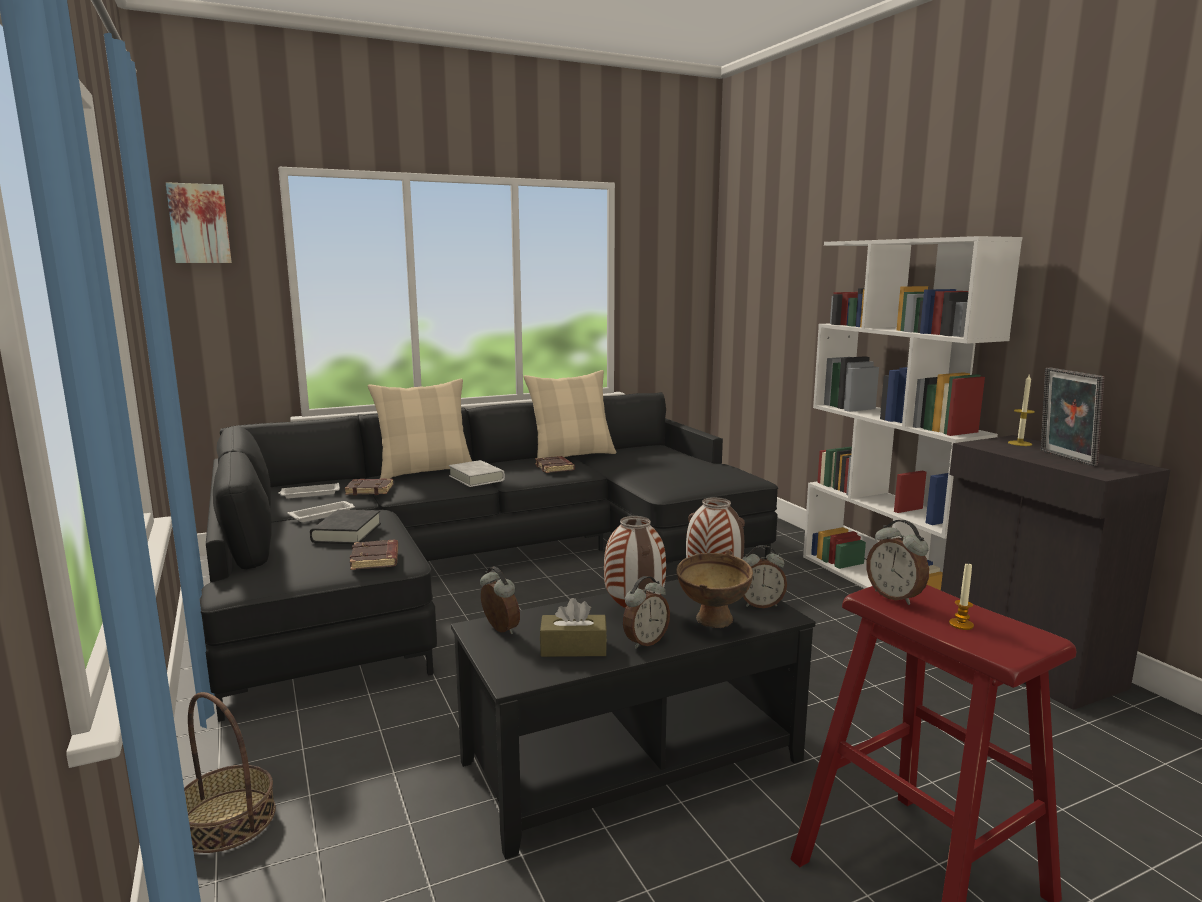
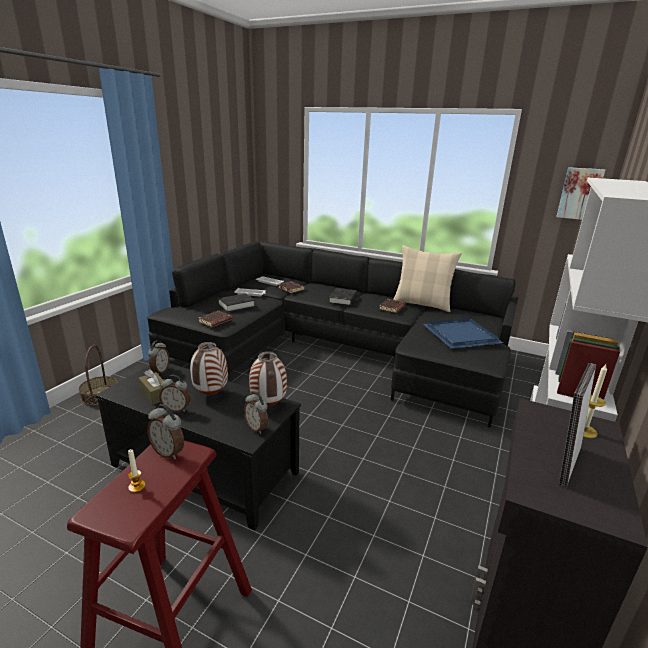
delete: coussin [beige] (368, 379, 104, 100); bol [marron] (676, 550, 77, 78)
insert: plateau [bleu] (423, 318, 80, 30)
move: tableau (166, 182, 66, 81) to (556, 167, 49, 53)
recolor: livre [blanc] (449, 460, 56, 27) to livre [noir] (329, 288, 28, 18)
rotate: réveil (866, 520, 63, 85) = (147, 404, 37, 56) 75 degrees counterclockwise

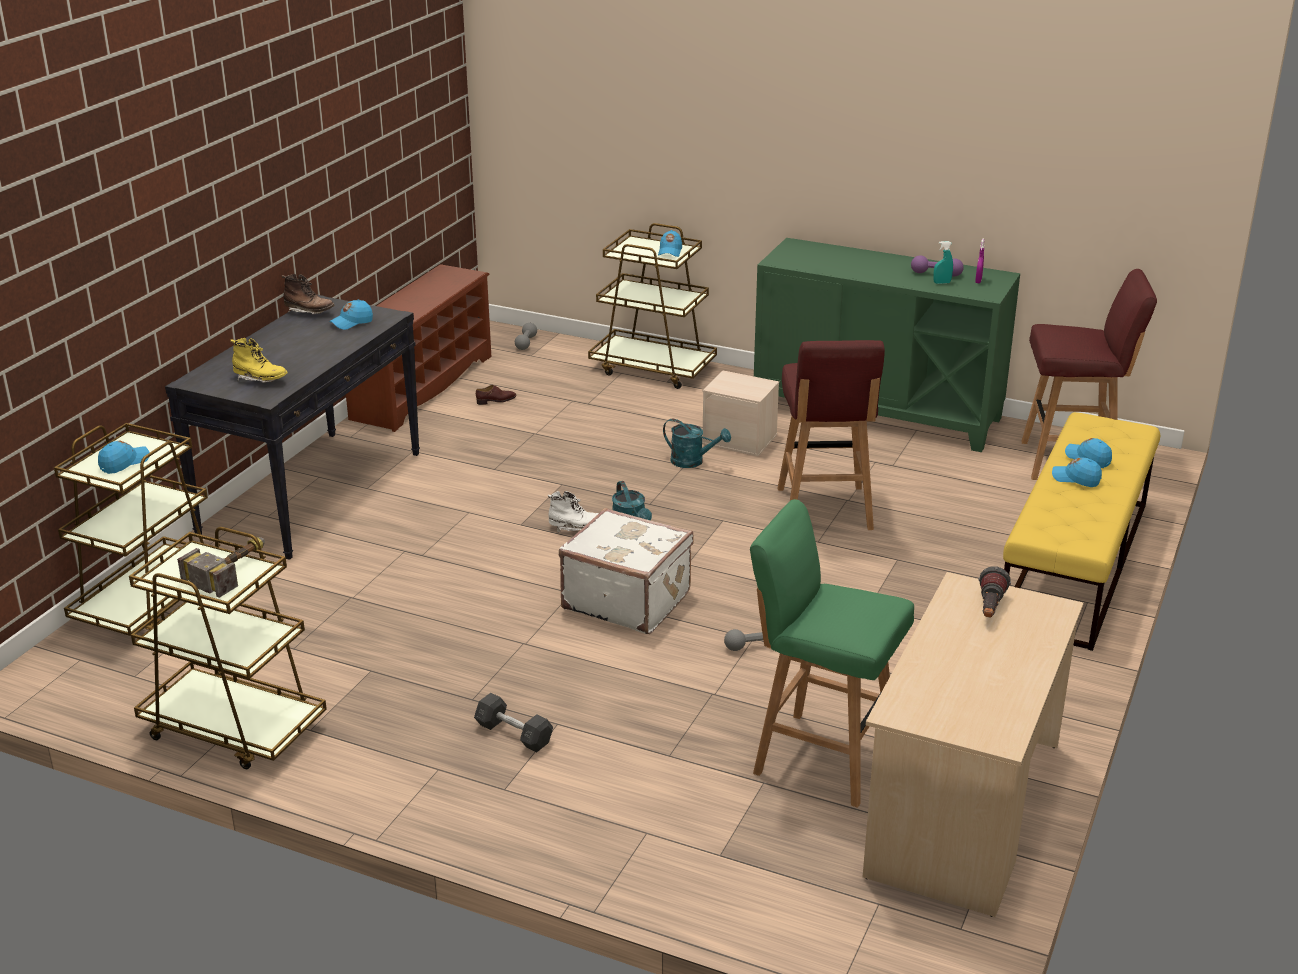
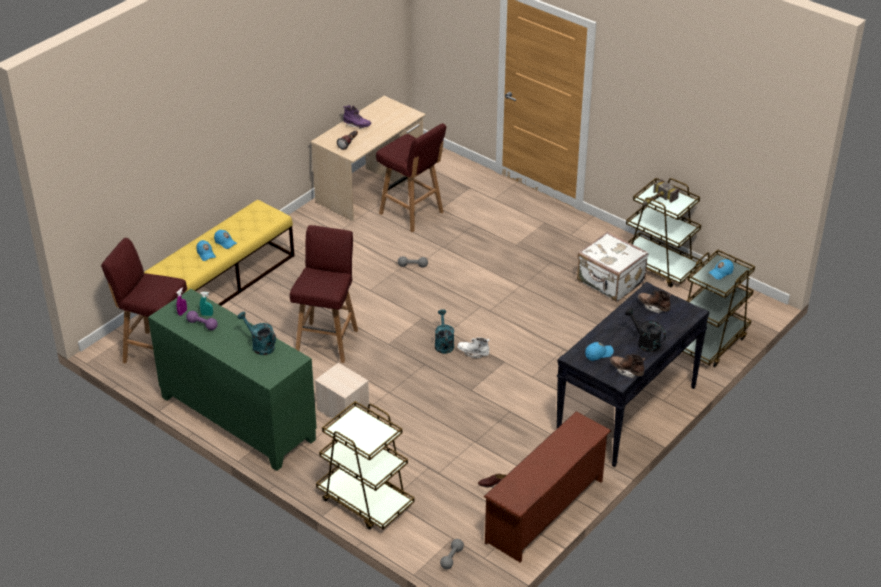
delete: haltère [gris] (474, 693, 79, 60); casquette [bleu] (658, 230, 24, 27)
insert: botte [violet] (343, 105, 28, 24); arrosoir [noir] (625, 308, 41, 44)
move: valise [blanc] (559, 508, 135, 126) to (577, 232, 71, 70); arrosoir [turquoise] (663, 419, 68, 49) to (238, 312, 38, 43)
recolor: botte [jaune] (230, 338, 58, 45) to botte [marron] (638, 290, 33, 23); tabouret [vert] (750, 499, 164, 309) to tabouret [rouge] (376, 123, 70, 109)

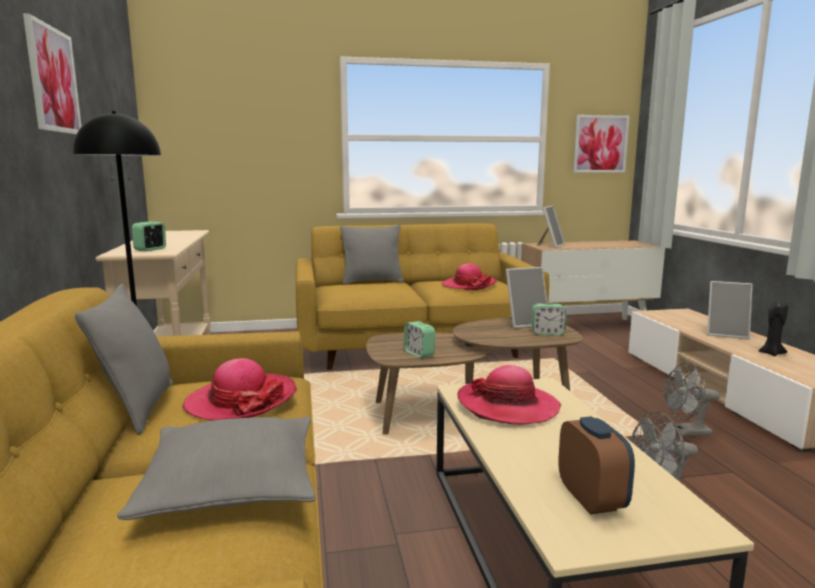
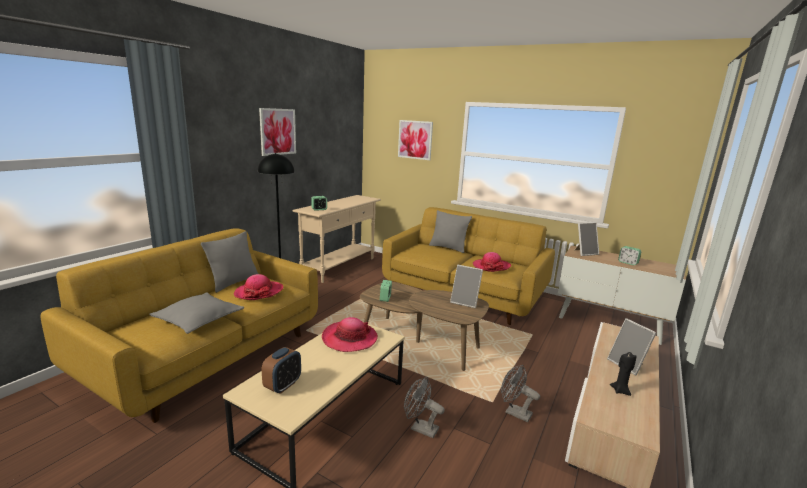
move: réveil (531, 304, 35, 31) to (618, 246, 23, 19); tableau (573, 115, 57, 58) to (398, 120, 35, 40)

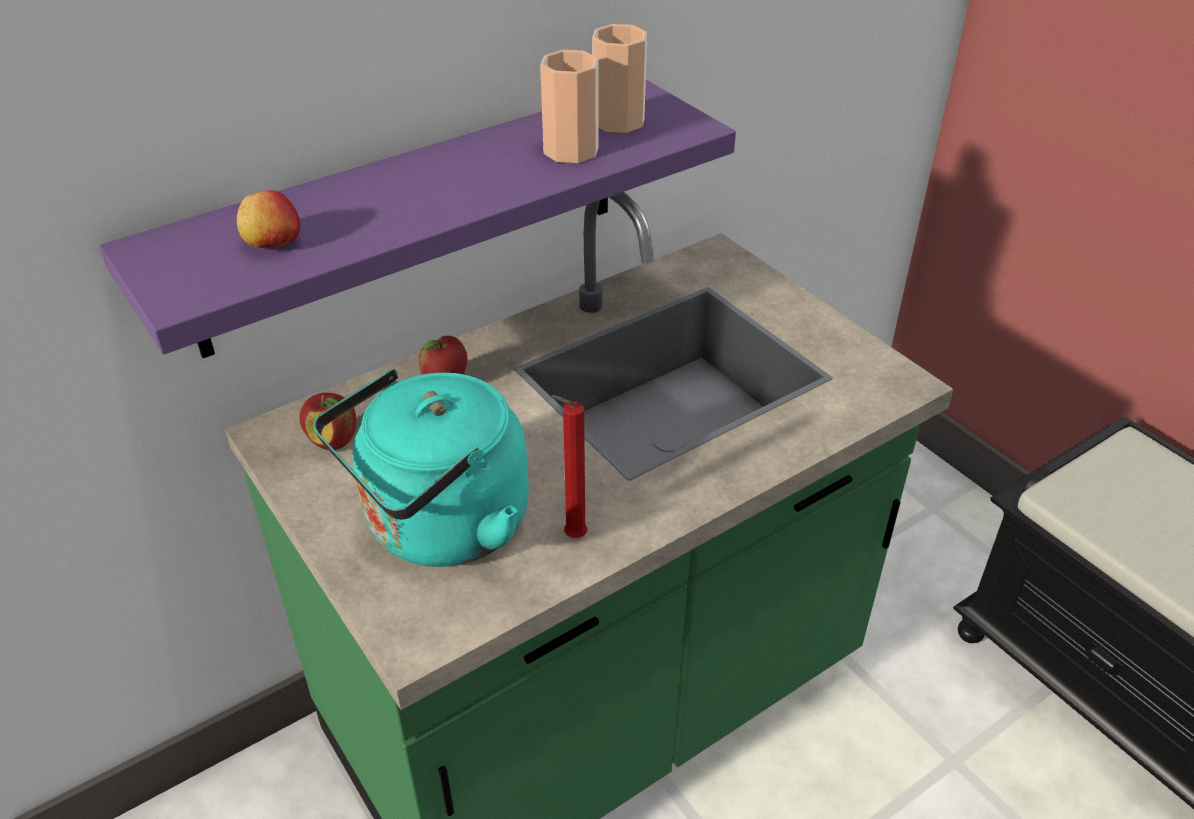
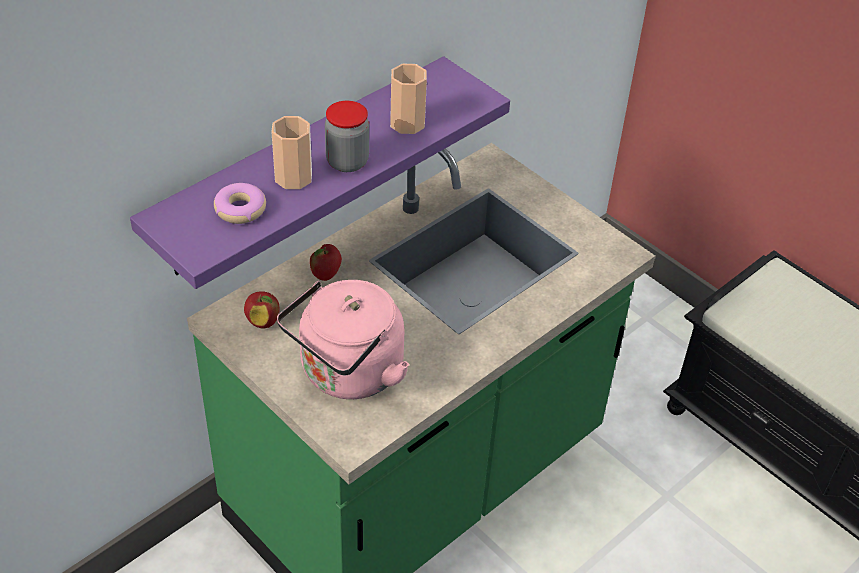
delete: bougie [rouge] (552, 395, 36, 143)
insert: bocal (325, 101, 44, 71)
move: tasse (592, 24, 55, 109) to (272, 116, 40, 73)
replace: pomme (237, 190, 63, 58) to beignet (214, 183, 52, 41)
recolor: bouilloire [turquoise] (314, 369, 215, 198) to bouilloire [rose] (277, 280, 132, 119)

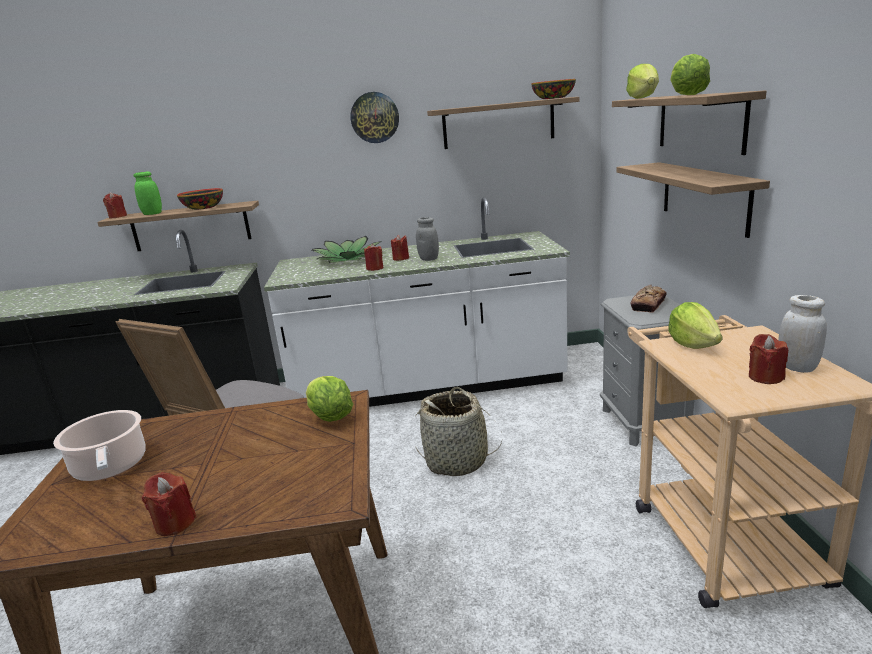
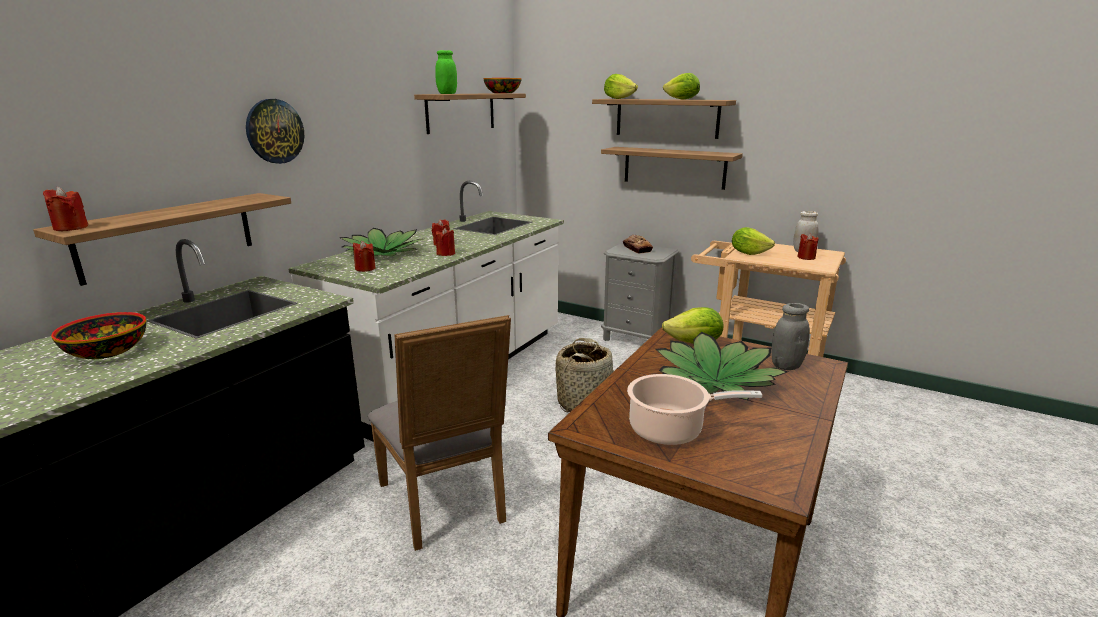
insert: plante en pot (656, 332, 132, 68)
move: bocal [vert] (134, 171, 28, 44) to (435, 50, 22, 44); bougie [rouge] (142, 472, 54, 64) to (353, 241, 22, 31); bol (177, 188, 46, 22) to (51, 312, 95, 47); horloge murale (350, 92, 49, 51) to (246, 99, 58, 65); bocal [gris] (416, 217, 23, 44) to (771, 303, 39, 67)

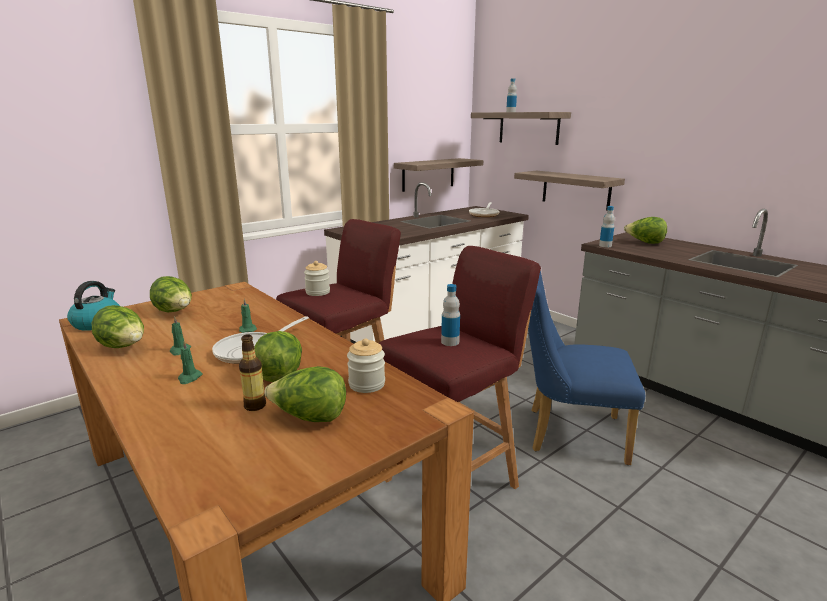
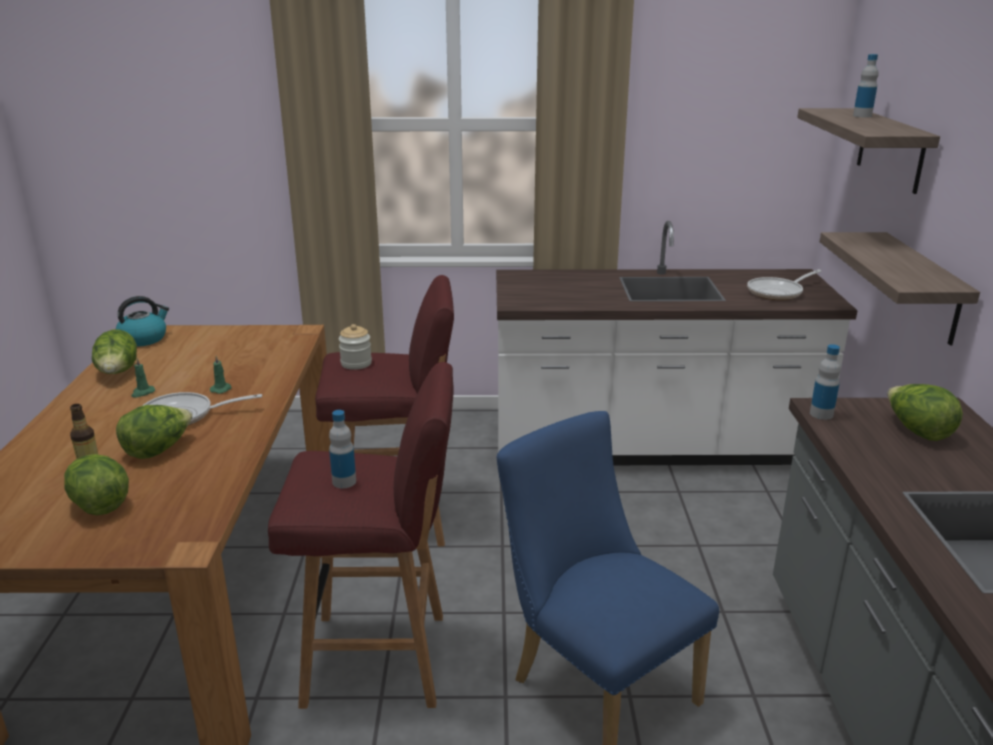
delete: laitue (150, 276, 42, 36); bougie [vert] (178, 341, 24, 43); bocal (347, 338, 38, 55); étagère (394, 158, 89, 34)

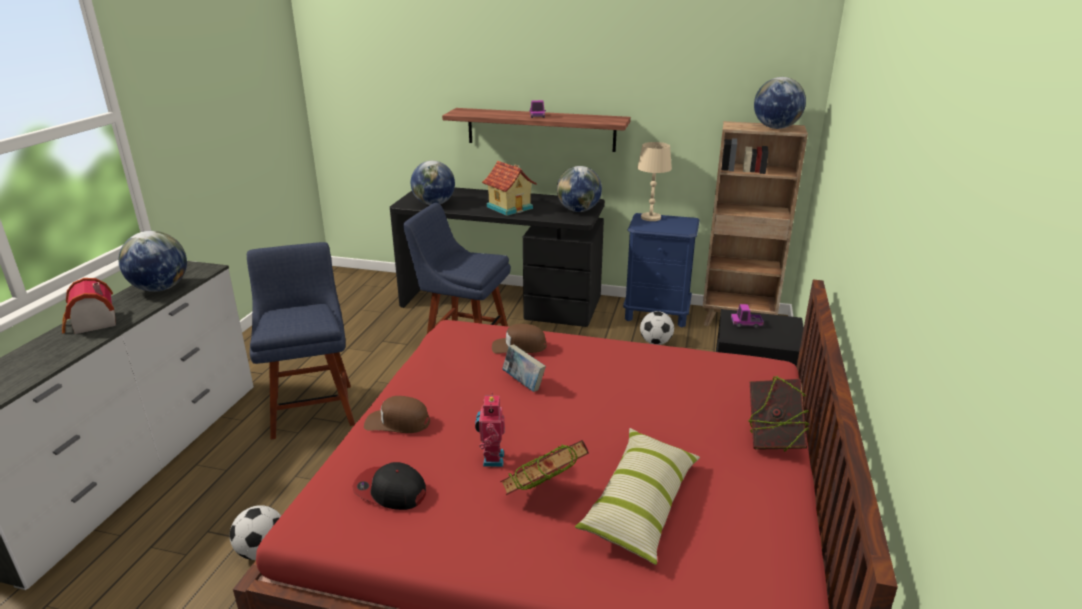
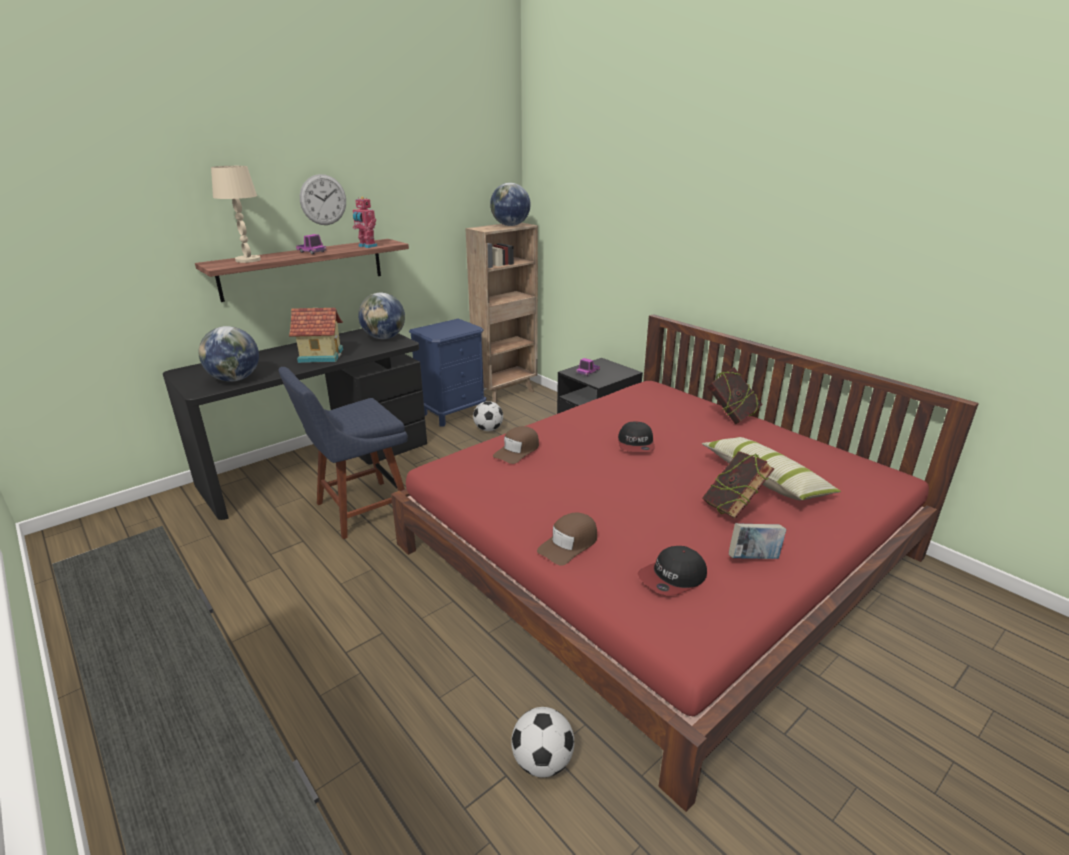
delete: maison miniature (62, 278, 54, 56); globe (119, 231, 68, 61); chaise [bleu] (247, 242, 108, 197)
insert: horloge murale (300, 174, 46, 51); casquette (618, 421, 37, 31)
move: robot jouet (475, 393, 30, 74) to (353, 197, 24, 51); livre (502, 344, 44, 48) to (729, 523, 57, 36); lampe de table [beige] (638, 142, 34, 79) to (211, 166, 50, 97)

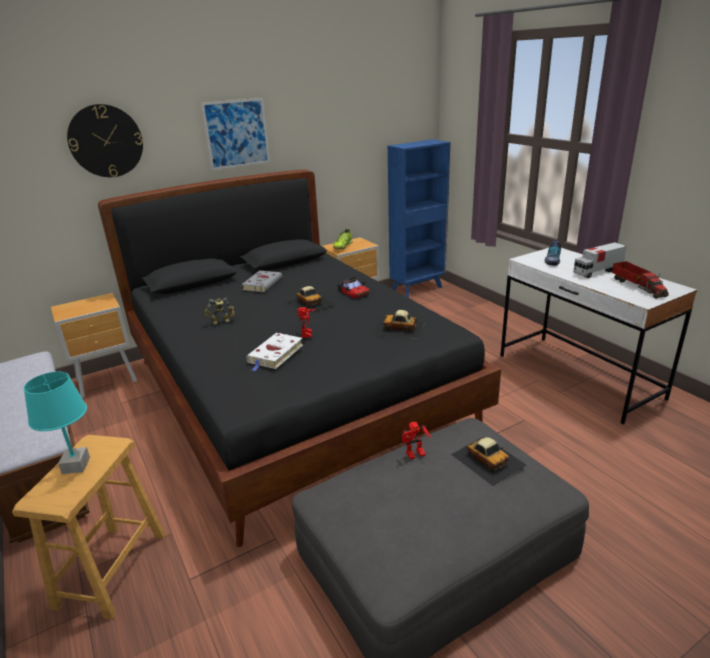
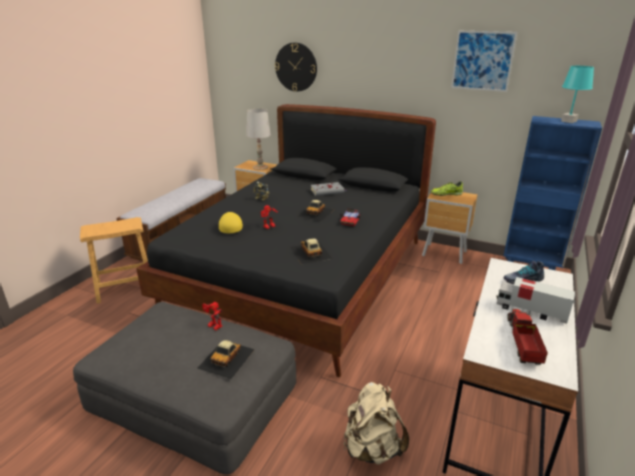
insert: lampe de table [blanc] (246, 109, 25, 61); sac à dos [beige] (343, 382, 66, 83)
move: lampe de table [turquoise] (24, 372, 66, 102) to (561, 66, 33, 57); tableau (201, 98, 69, 72) to (451, 31, 66, 61)
replace: livre [blanc] (246, 333, 57, 38) to casquette [jaune] (219, 212, 24, 21)
rotate: camion jouet (612, 261, 57, 38) = (507, 309, 41, 56) 150 degrees clockwise

